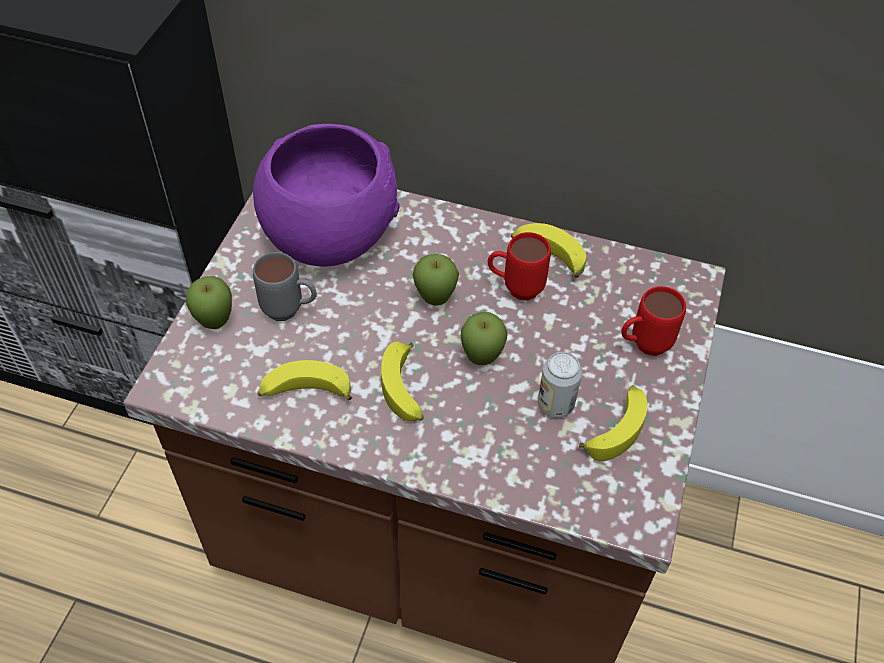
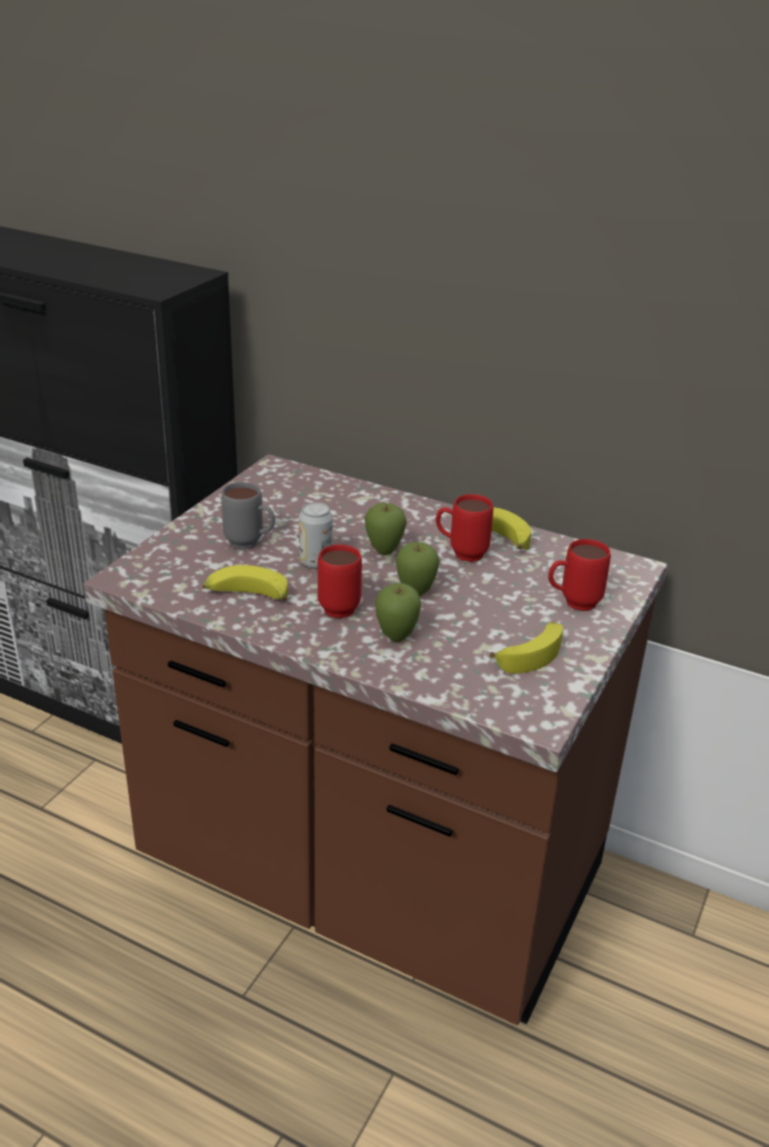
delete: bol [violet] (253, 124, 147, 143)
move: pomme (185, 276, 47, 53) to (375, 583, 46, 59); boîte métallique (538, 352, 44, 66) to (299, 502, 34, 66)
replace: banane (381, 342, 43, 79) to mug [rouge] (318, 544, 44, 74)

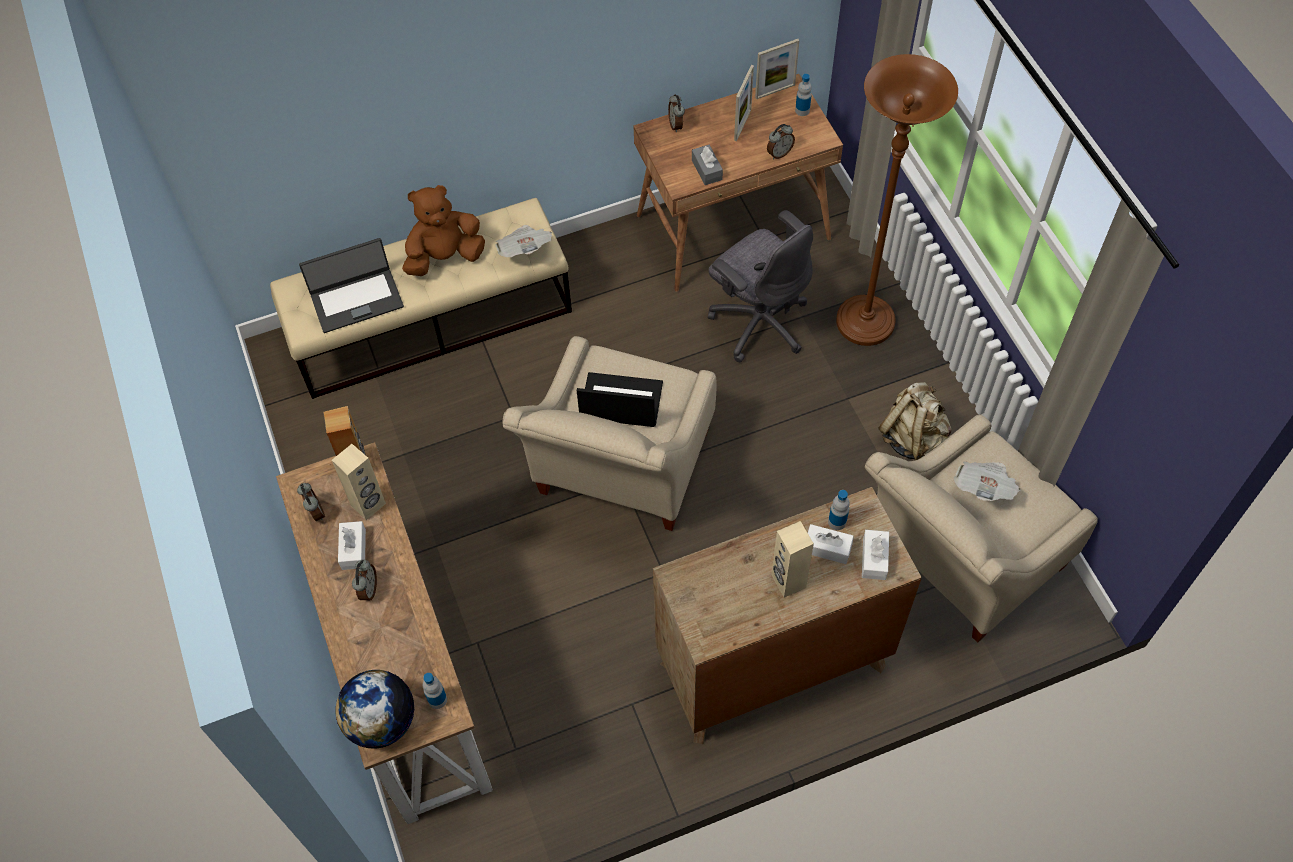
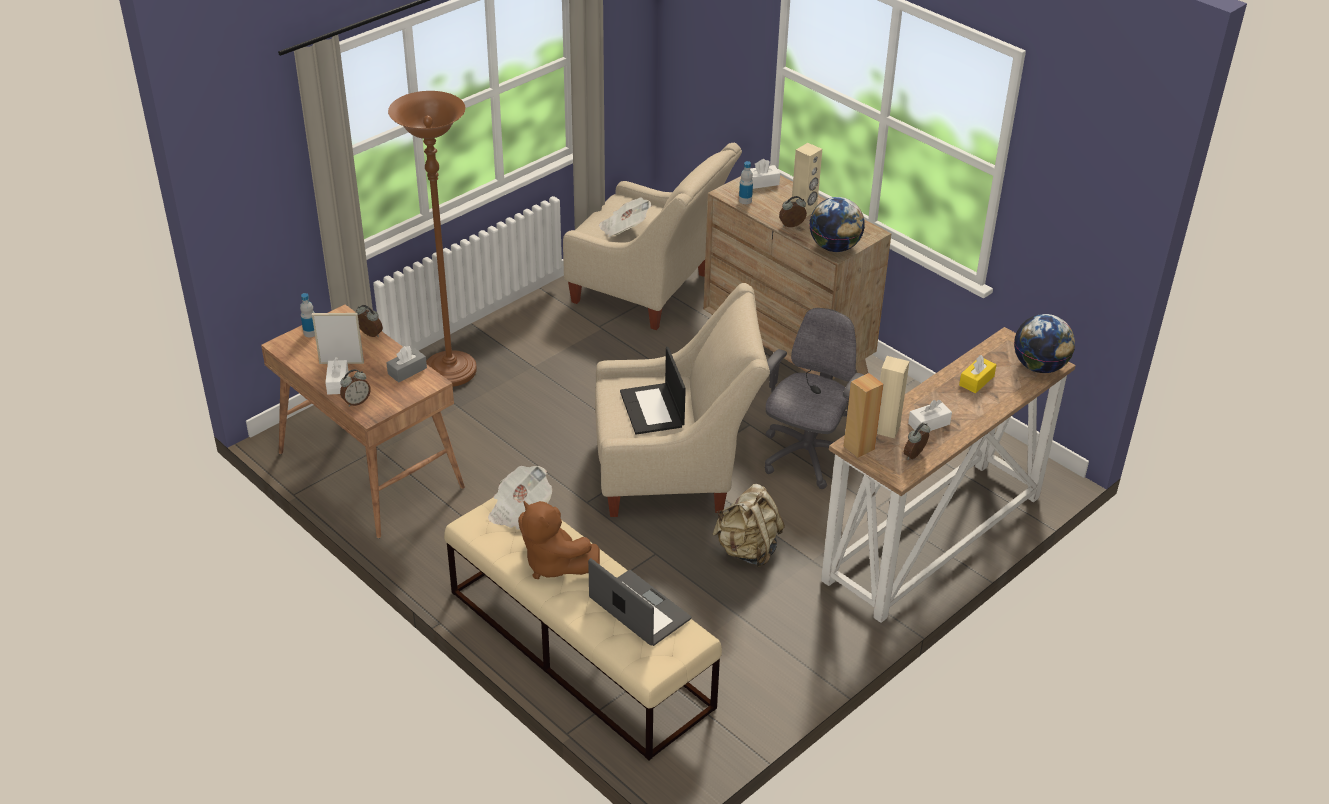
delete: bouteille (423, 673, 24, 36); cadre photo (755, 39, 44, 60)
insert: globe (809, 197, 56, 55); boîte à mouchoirs [jaune] (959, 355, 38, 38)
move: réveil (352, 560, 25, 41) to (779, 196, 28, 31); chaise de bureau [gris] (708, 210, 105, 152) to (764, 308, 100, 181); boîte à mouchoirs [blanc] (808, 524, 46, 40) to (325, 357, 24, 38); sac à dos [beige] (878, 382, 74, 78) to (712, 484, 73, 83)

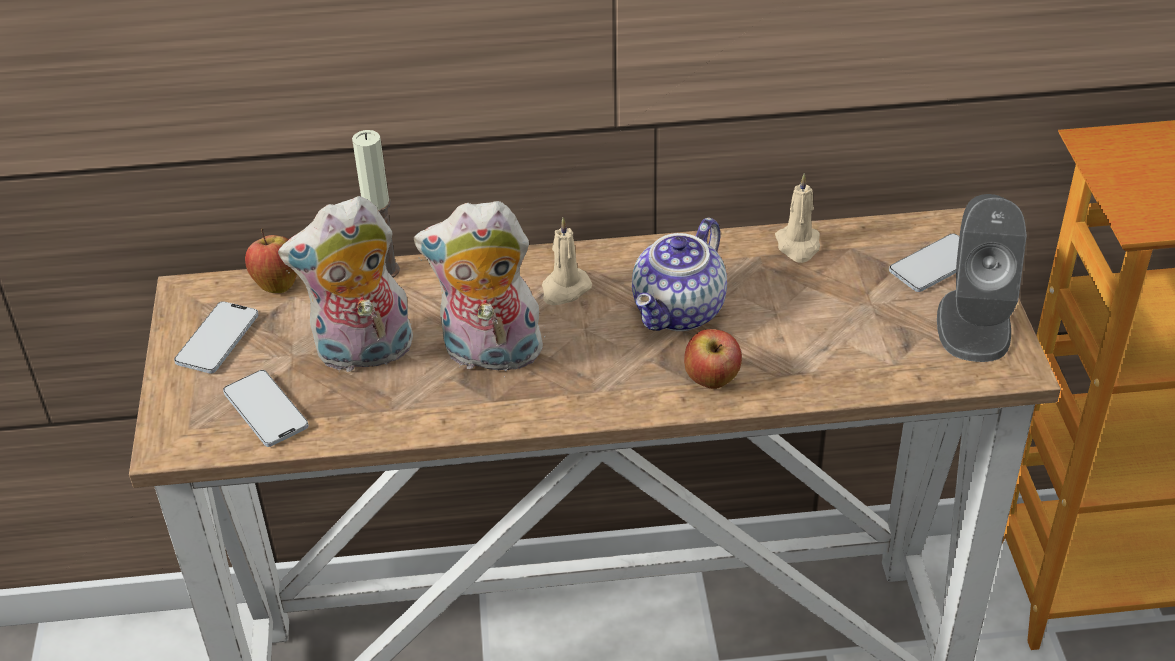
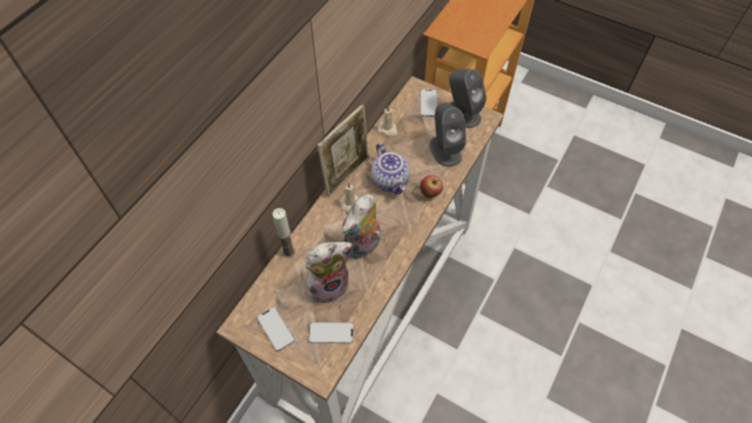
delete: pomme (245, 228, 52, 65)
insert: cadre photo (317, 104, 52, 93); enceinte [gris] (430, 103, 36, 64)
rotate: peluche (278, 196, 135, 177) = (305, 242, 47, 61) 135 degrees counterclockwise

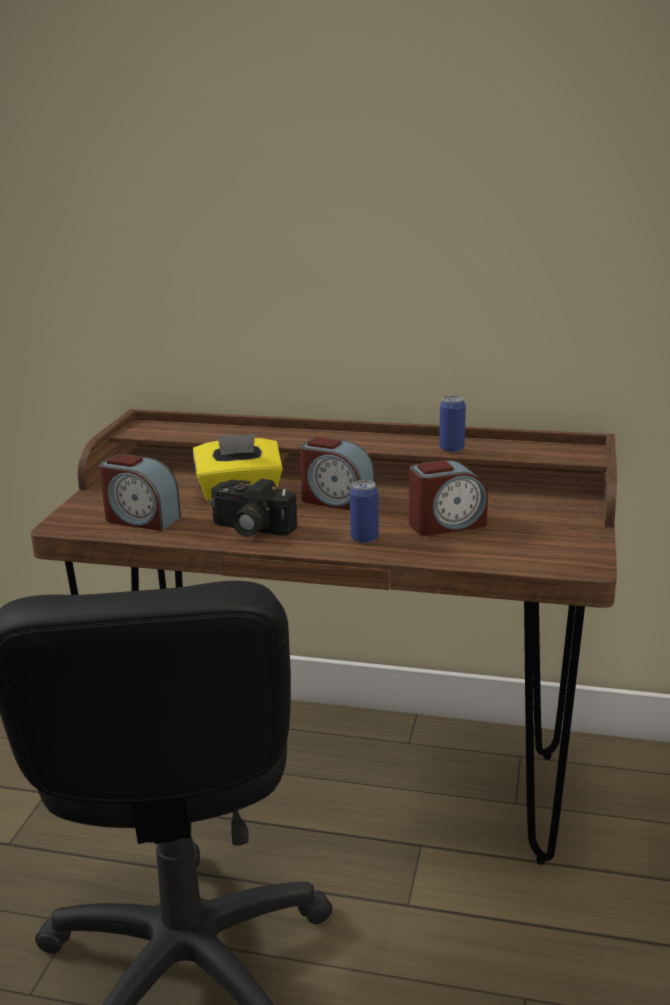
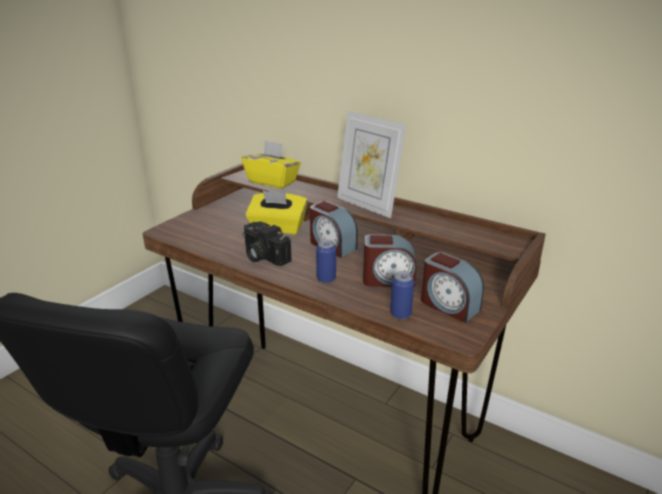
insert: boîte à mouchoirs [jaune] (242, 141, 59, 48); cadre photo (337, 111, 69, 107)
move: réveil (99, 454, 82, 77) to (421, 252, 63, 71); boîte métallique (439, 395, 27, 57) to (390, 271, 24, 48)

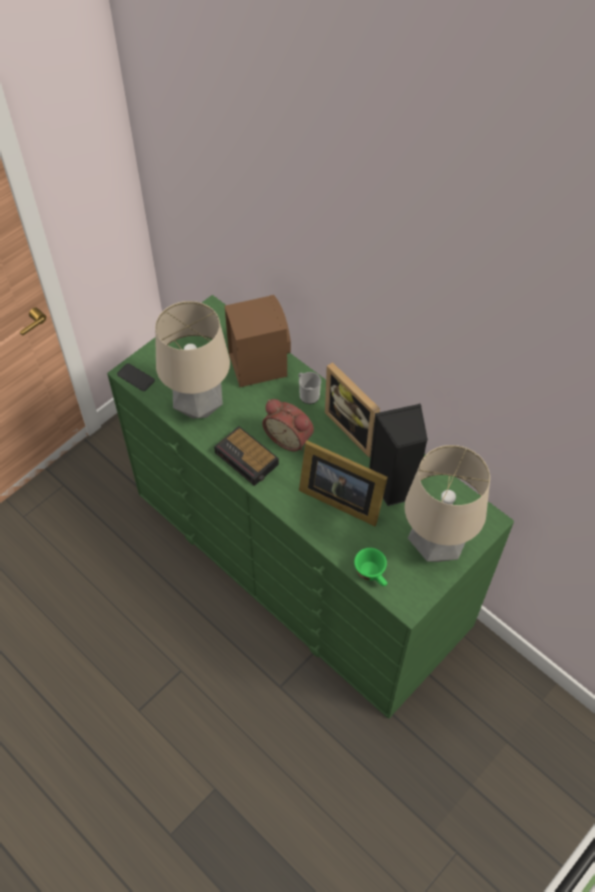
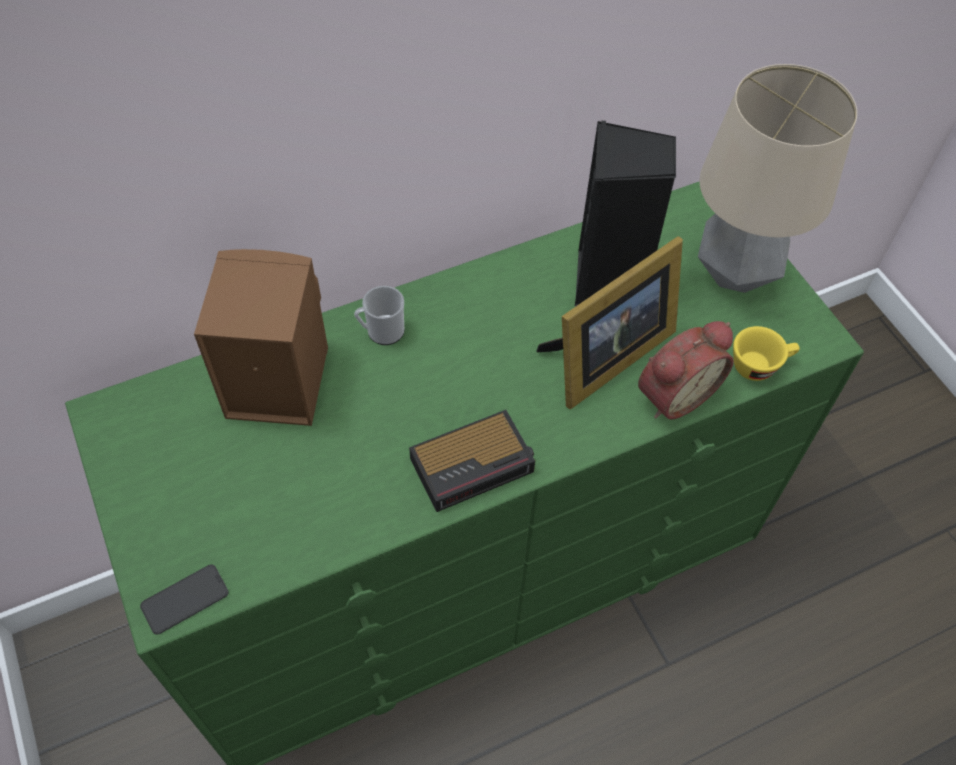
delete: lampe de table (155, 301, 75, 118); cadre photo (325, 362, 55, 95)
move: réveil (262, 399, 52, 52) to (638, 321, 96, 98)
recolor: tasse [vert] (354, 548, 33, 38) to tasse [jaune] (733, 326, 67, 55)

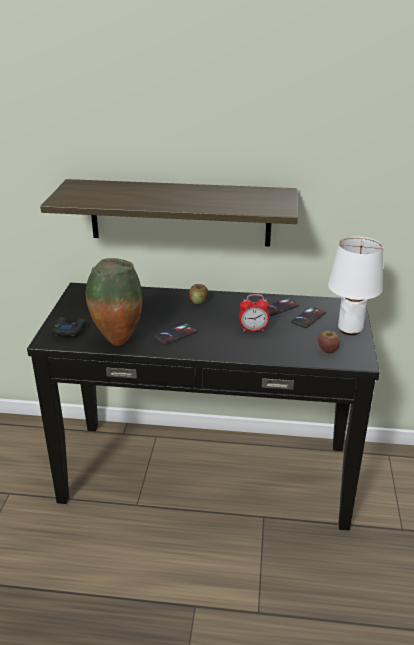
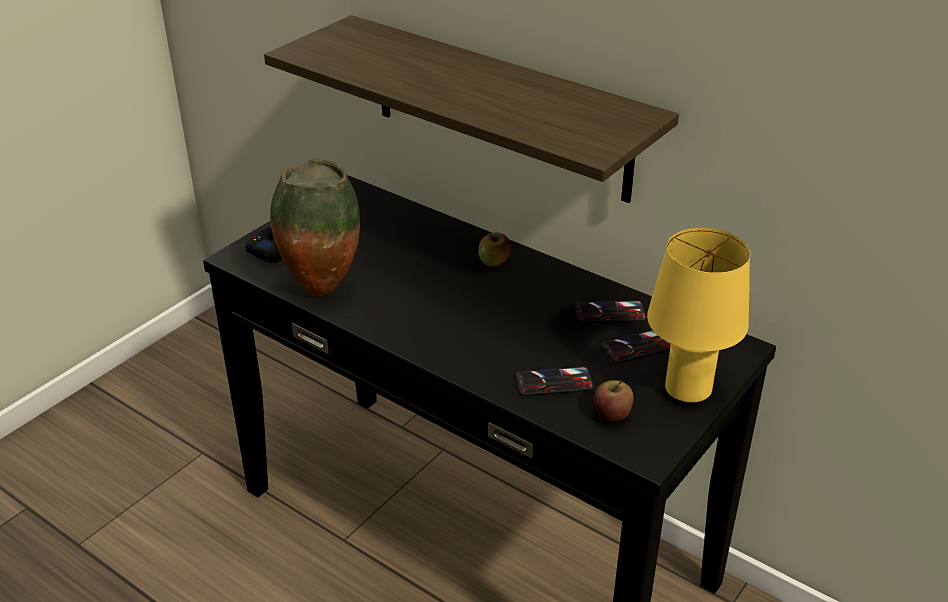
delete: réveil (239, 294, 31, 38)
move: téléphone (154, 324, 43, 21) to (516, 366, 78, 30)
recolor: lampe de table [blanc] (328, 236, 55, 99) to lampe de table [jaune] (647, 228, 103, 177)

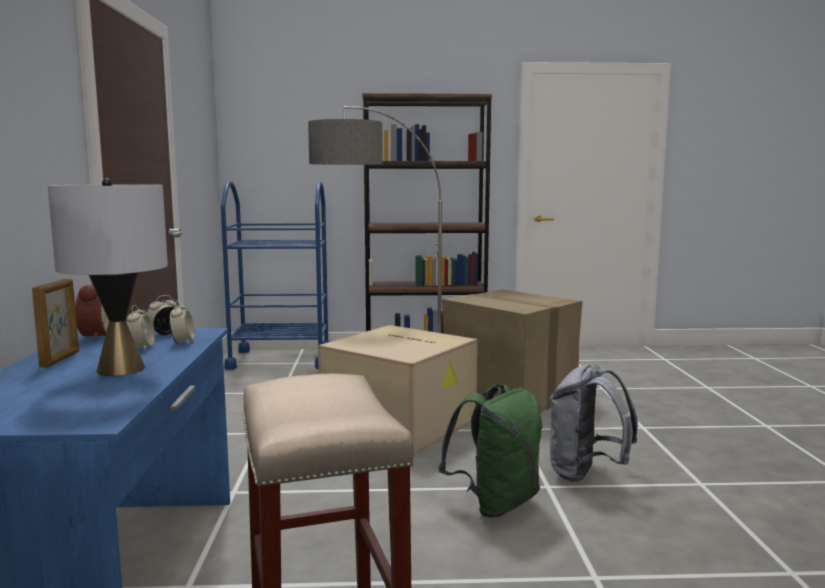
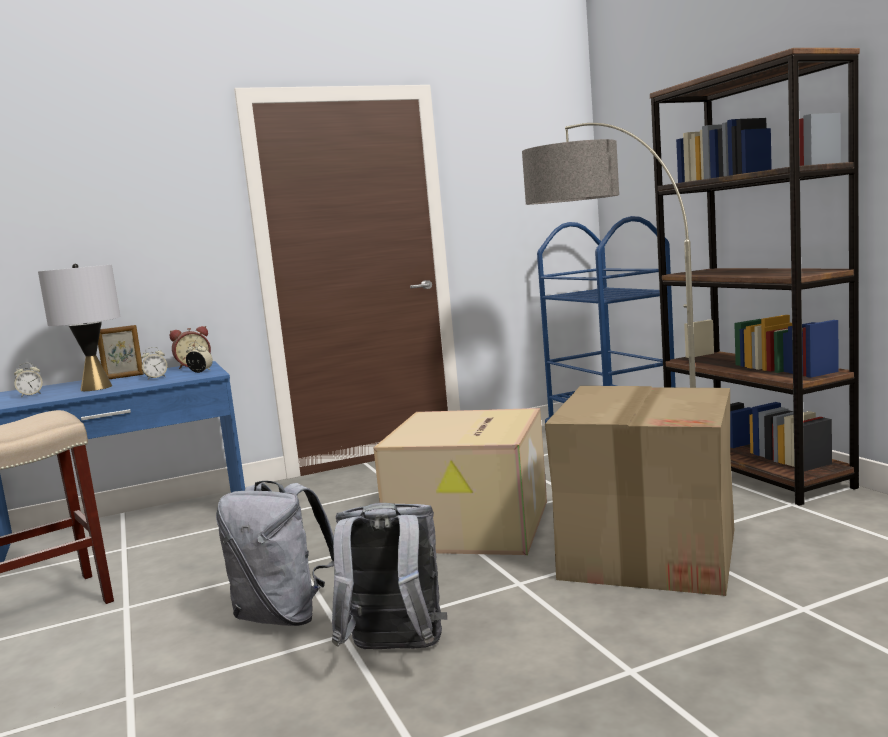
move: réveil (169, 301, 26, 44) to (14, 363, 29, 35)
recolor: sac à dos [vert] (438, 384, 105, 134) to sac à dos [gris] (216, 481, 118, 145)

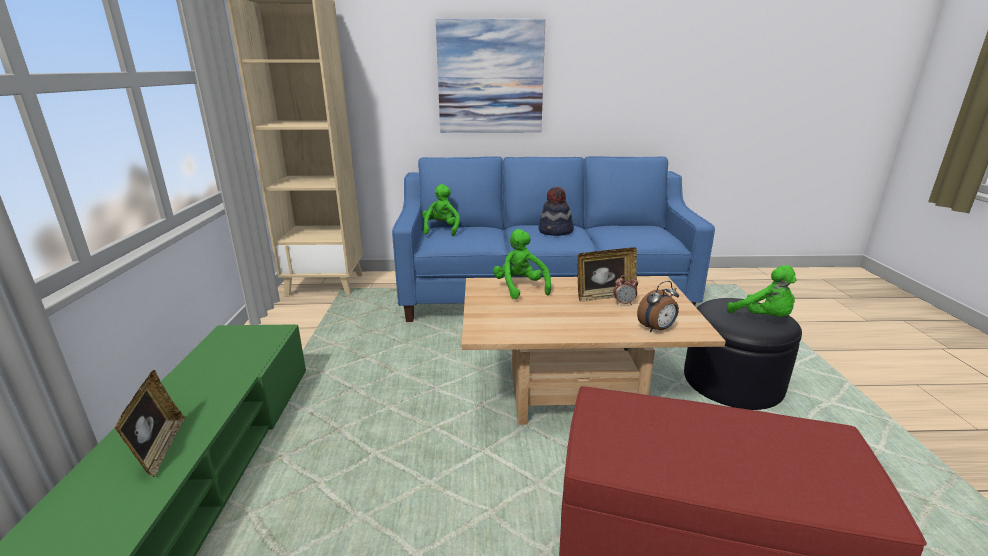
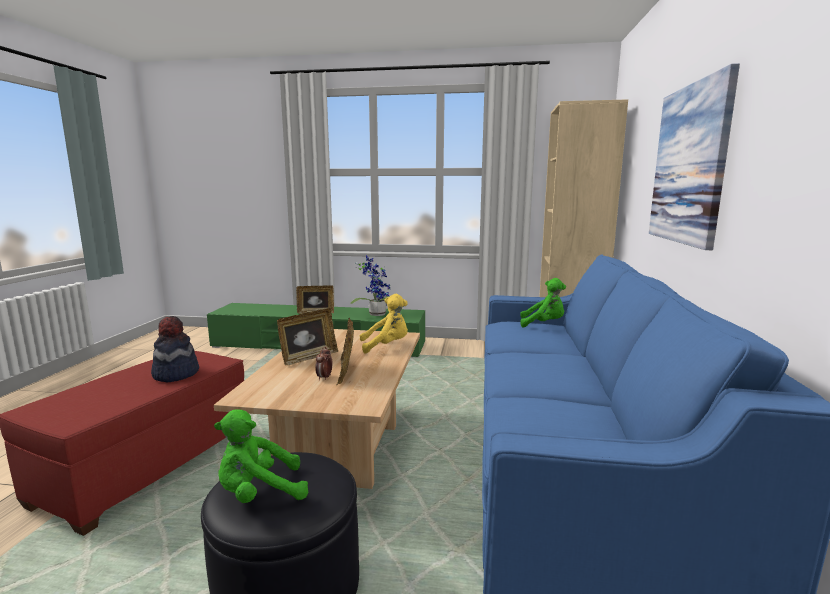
delete: réveil (637, 281, 42, 51)
insert: cadre photo (277, 308, 61, 57); plante en pot (350, 255, 40, 61)
move: chapeau (538, 187, 36, 49) to (151, 316, 48, 66)
recolor: peluche [vert] (493, 229, 58, 70) to peluche [jaune] (360, 294, 48, 59)

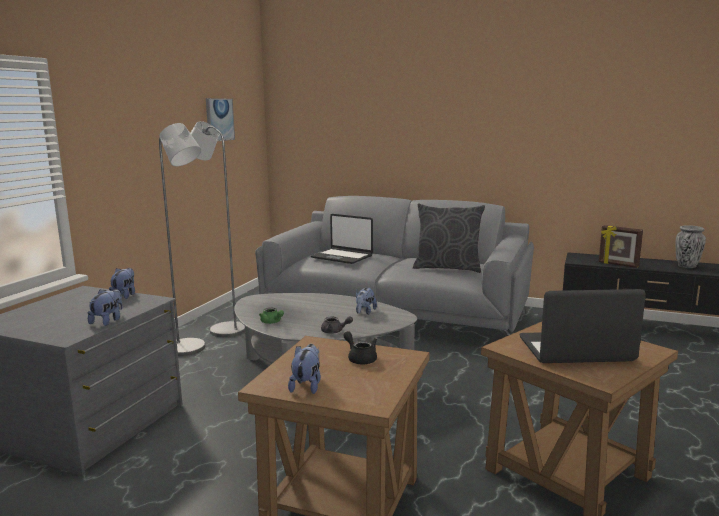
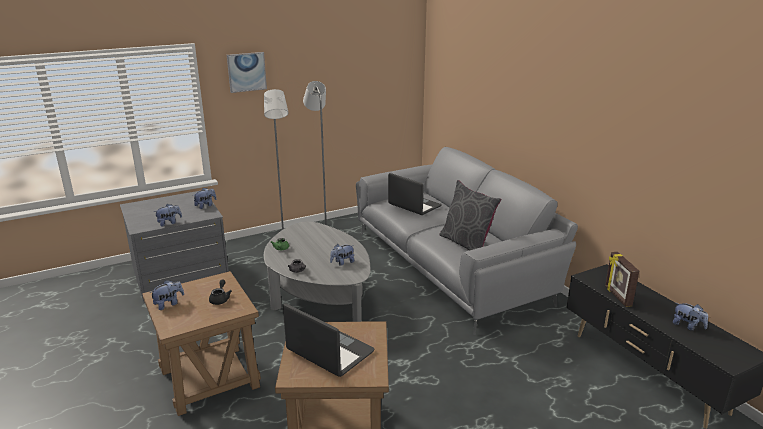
move: tableau (206, 98, 29, 43) to (227, 52, 40, 41)
replace: vase (676, 225, 30, 43) to peluche (673, 303, 35, 28)
rotate: ordinateur portable (311, 214, 62, 50) = (388, 173, 54, 42) 150 degrees clockwise

